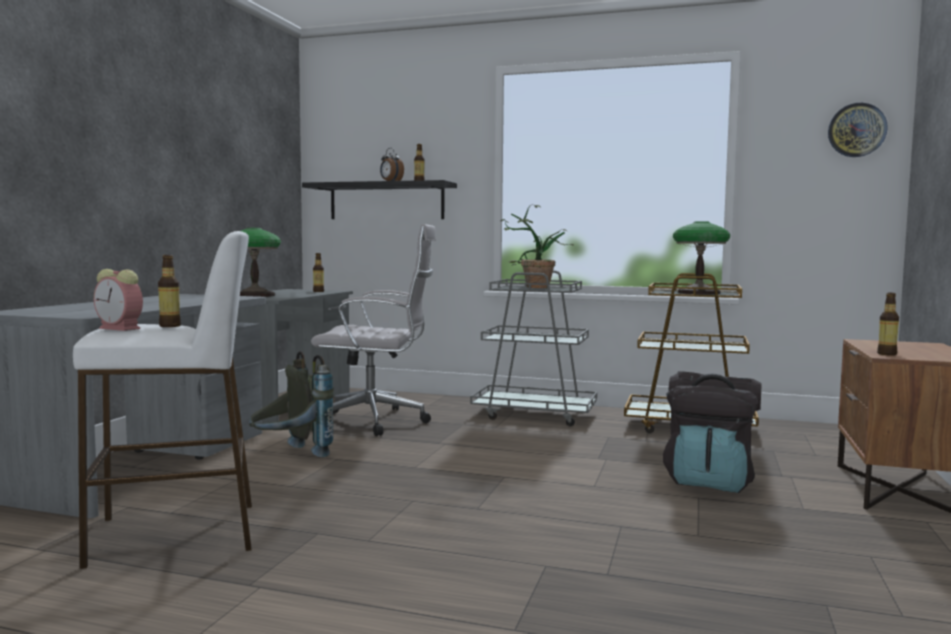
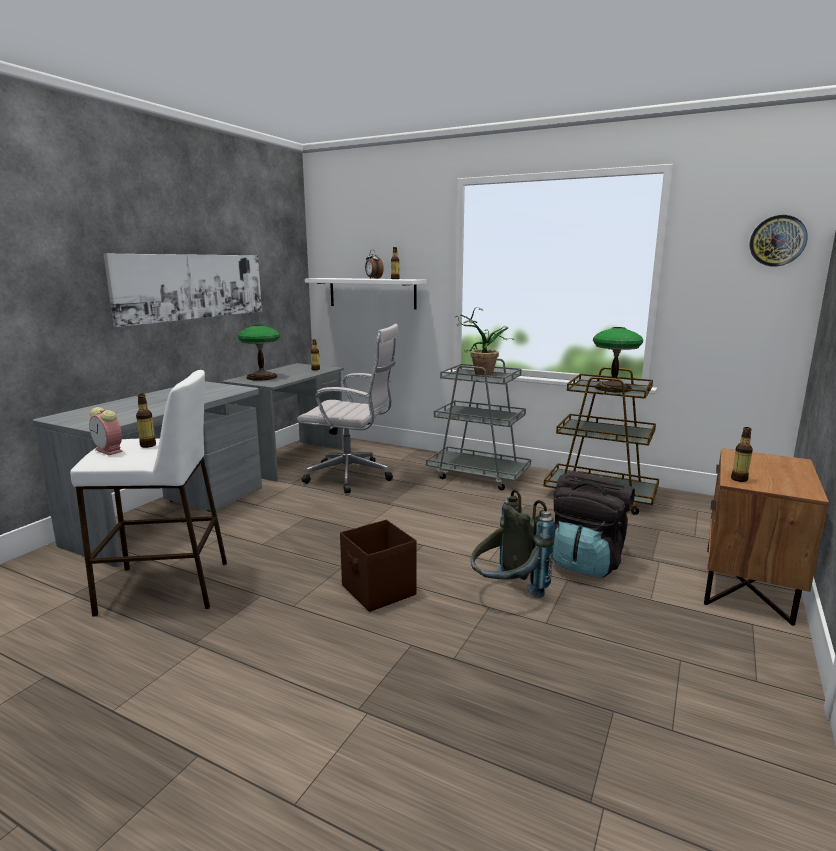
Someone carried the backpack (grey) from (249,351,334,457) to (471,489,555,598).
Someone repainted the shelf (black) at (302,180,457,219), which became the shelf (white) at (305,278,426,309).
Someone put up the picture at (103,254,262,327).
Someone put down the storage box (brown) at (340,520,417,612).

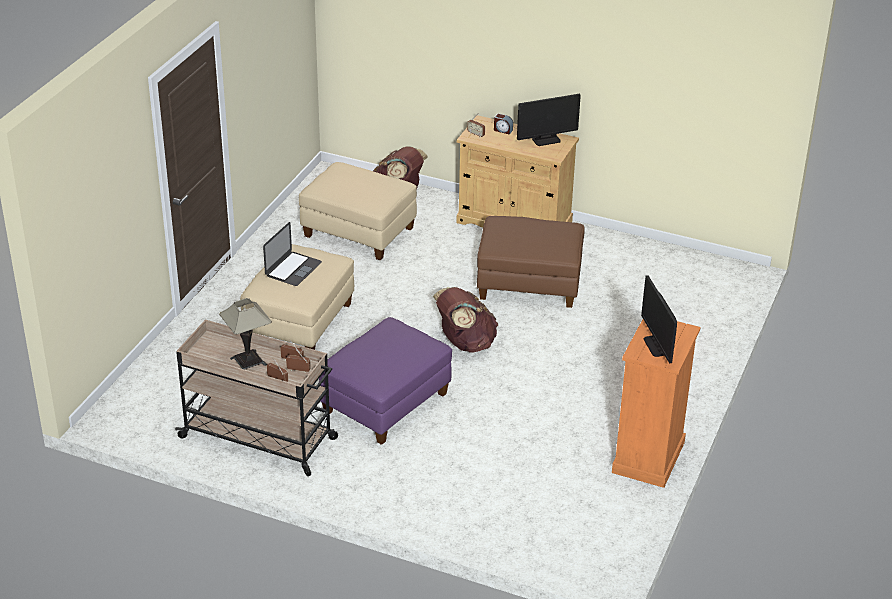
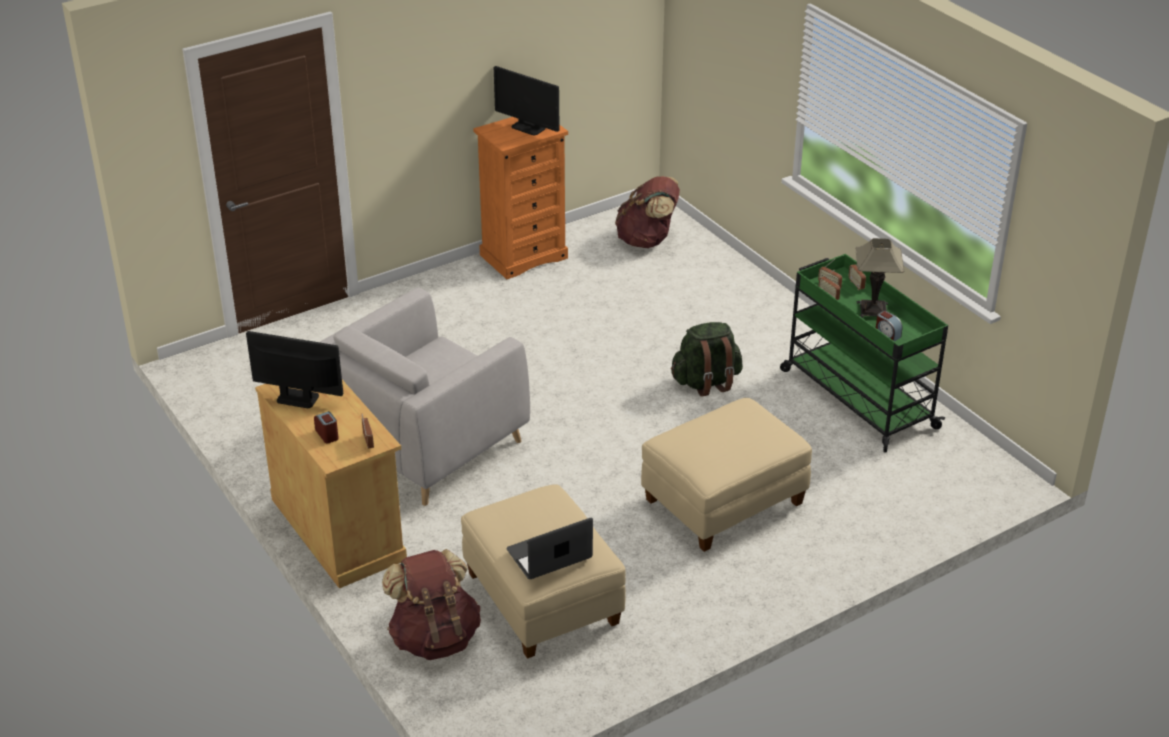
Someone repainted the cart (beige) at (175,320,338,476), which became the cart (green) at (780,254,948,453).
Someone carried the laptop from (263,222,322,286) to (506,518,593,579).
Someone swapped the ottoman (purple) at (319,317,452,445) for the backpack (green) at (671,322,743,397).
Someone carried the backpack (brown) from (433,287,498,353) to (615,176,680,248).
Someone swapped the ottoman (brown) at (477,216,585,308) for the armchair (grey) at (320,287,530,506).
Someone rotated the monitor at (641,275,677,363) by 105 degrees clockwise.
Someone put down the alarm clock at (876,311,903,341).

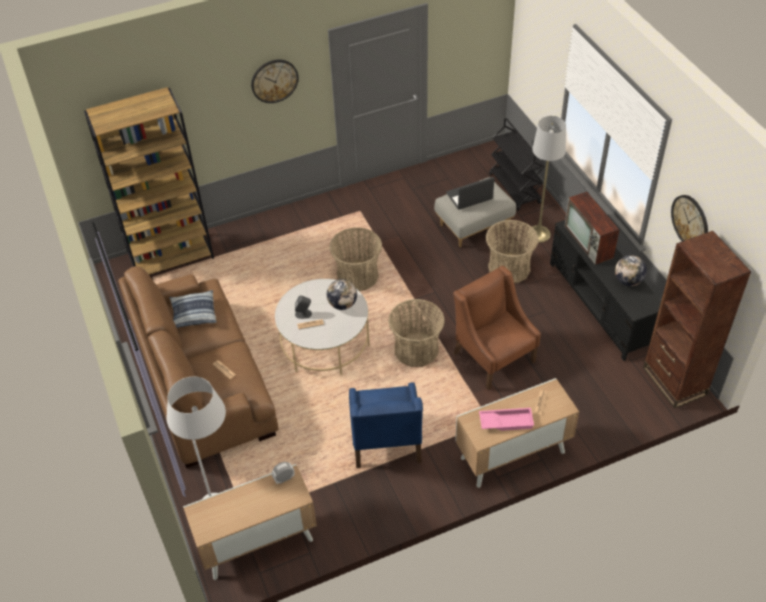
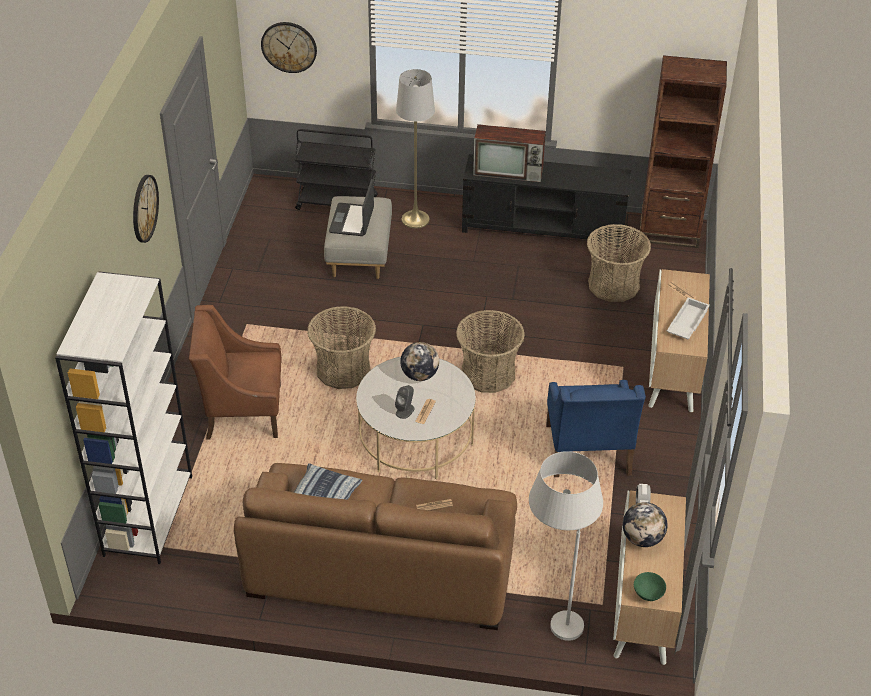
Someone repainted the bookcase (brown) at (84,87,214,275), which became the bookcase (white) at (55,271,192,564).
Someone rotated the armchair (blue) at (349,383,423,468) by 60 degrees clockwise.
Someone carried the armchair (brown) from (453,266,541,390) to (189,305,282,440).
Someone repainted the tray (pink) at (479,408,534,431), which became the tray (white) at (667,297,710,339).
Someone carried the basket from (486,220,539,284) to (587,224,651,302).
Someone carried the globe from (615,255,647,286) to (623,502,668,547).
Someone carried the wall clock from (671,195,708,241) to (261,22,317,73).
Someone put down the bowl (green) at (634,572,666,601).

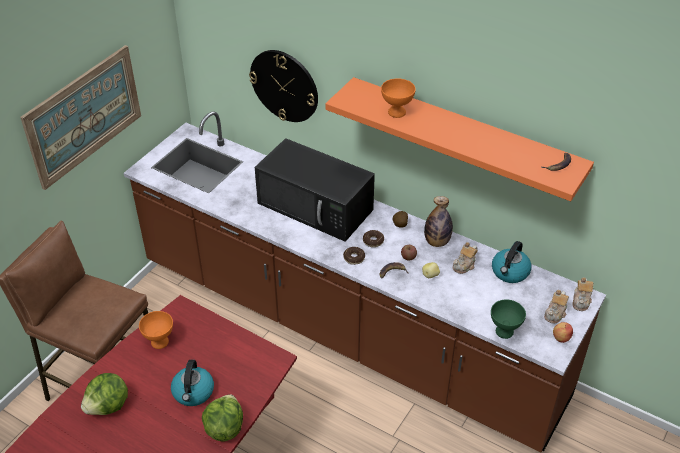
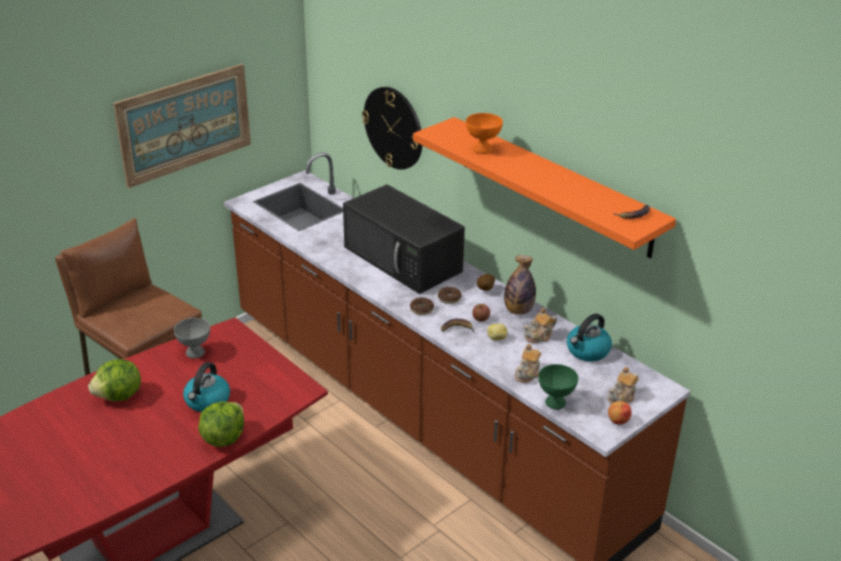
Someone repainted the bowl (orange) at (139,311,173,349), which became the bowl (grey) at (174,318,210,359).
Someone carried the teapot from (572,277,593,311) to (515,344,541,383).

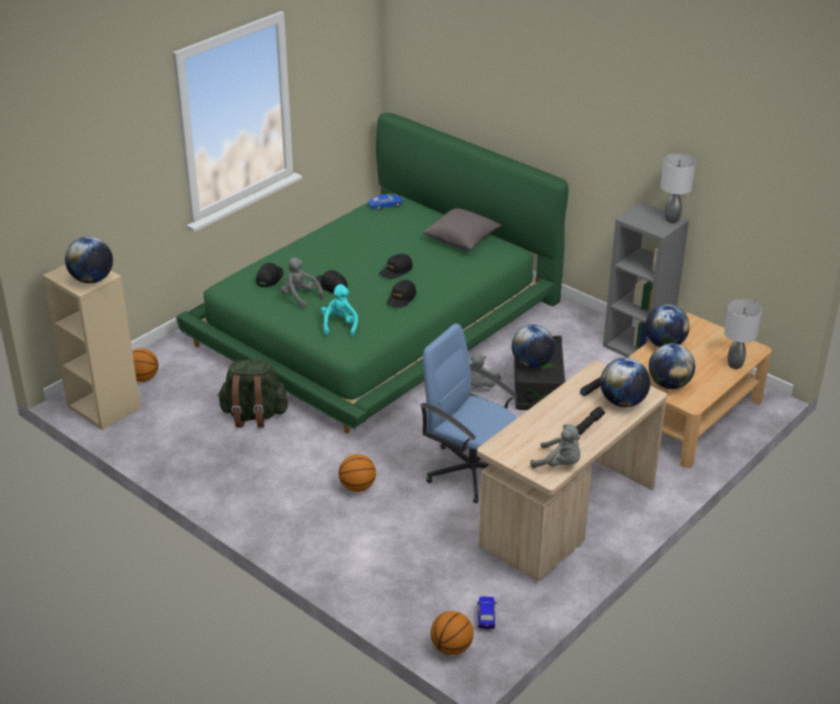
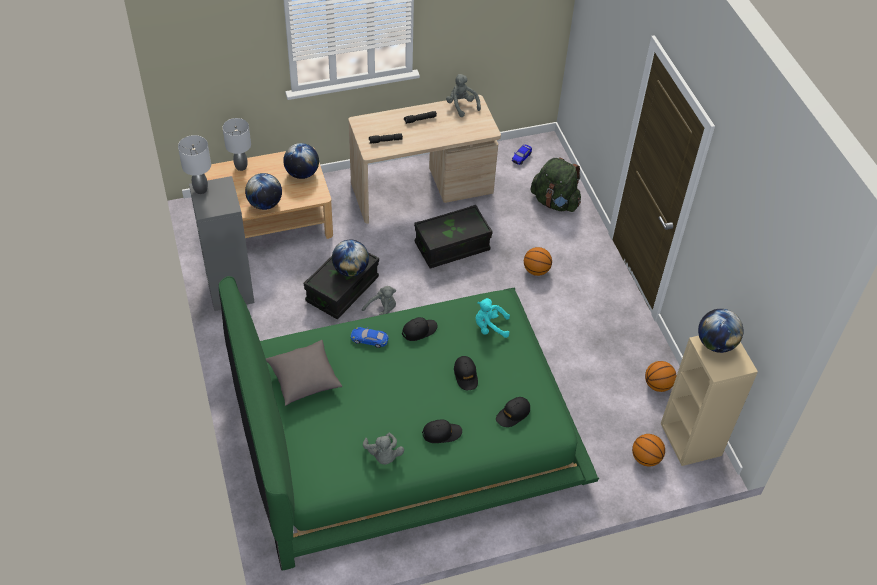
Someone carried the backpack (green) from (217,360,288,428) to (531,158,581,212).
Someone carried the plush toy (grey) from (281,257,324,308) to (363,433,404,465).
Someone rotated the plush toy (turquoise) at (321,284,358,337) by 60 degrees clockwise.
Someone carried the toy car (blue) from (368,194,403,210) to (351,327,389,348).
Someone carried the cap (black) from (379,254,413,279) to (422,420,462,443).
Someone swapped the office chair (blue) at (420,324,518,504) for the storage box (black) at (414,205,493,268).
Someone carried the basketball from (431,611,474,655) to (645,361,677,392).
Someone took away the globe at (600,357,650,407).

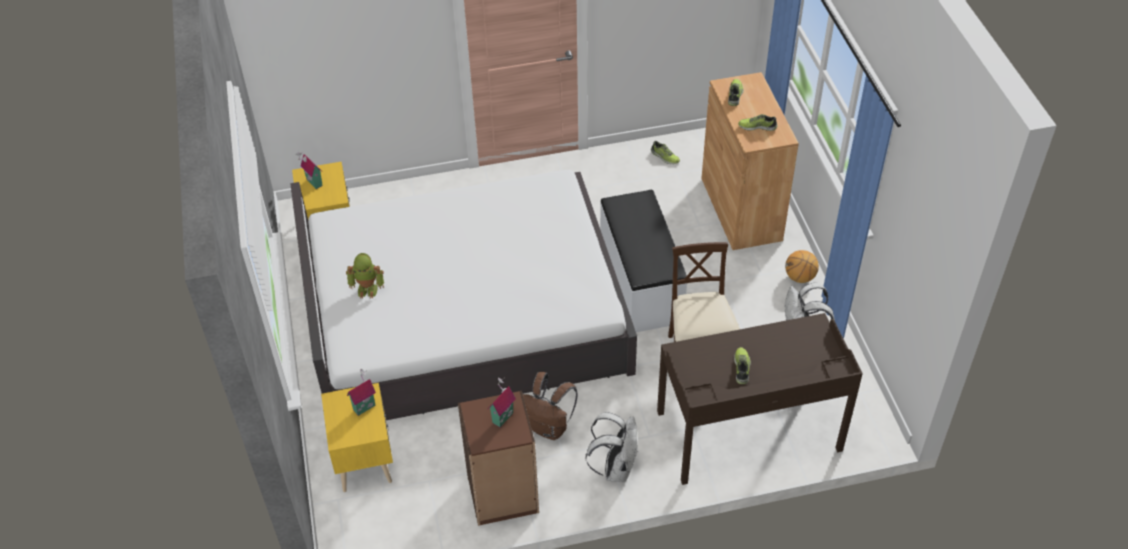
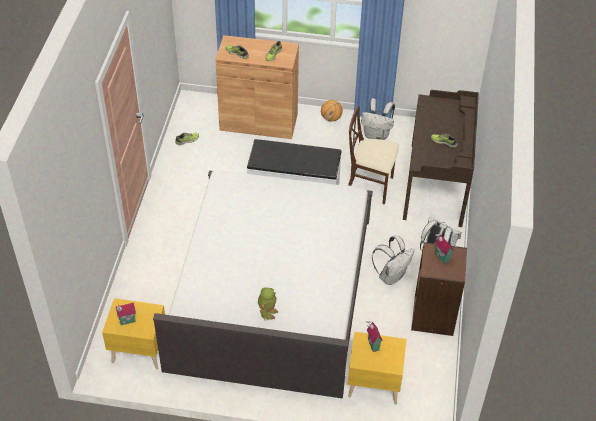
Someone repainted the backpack (brown) at (523,372,578,440), which became the backpack (white) at (372,235,415,285).

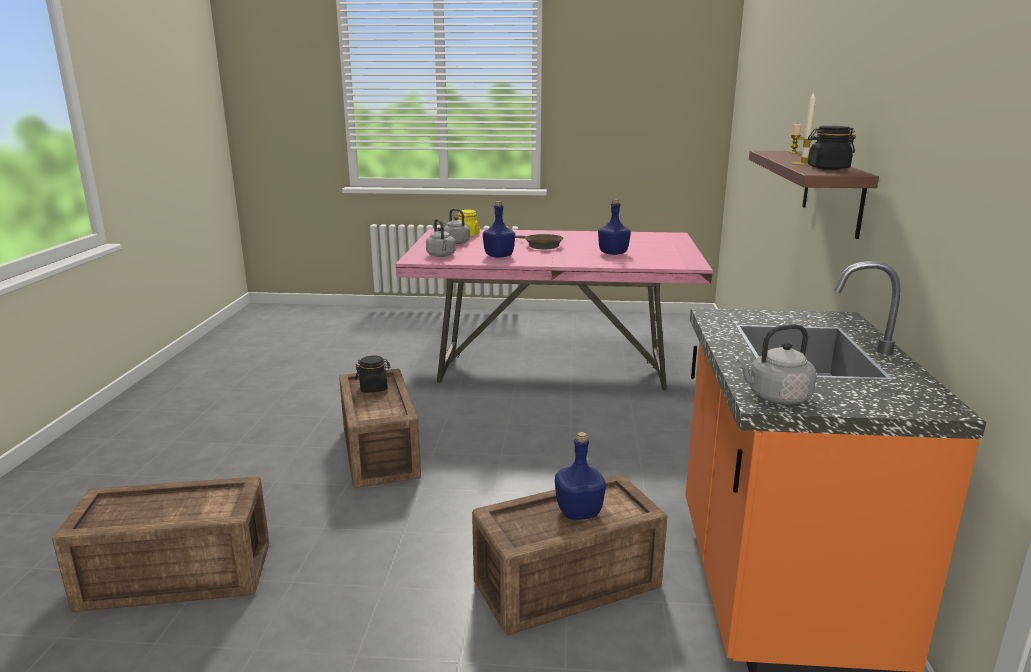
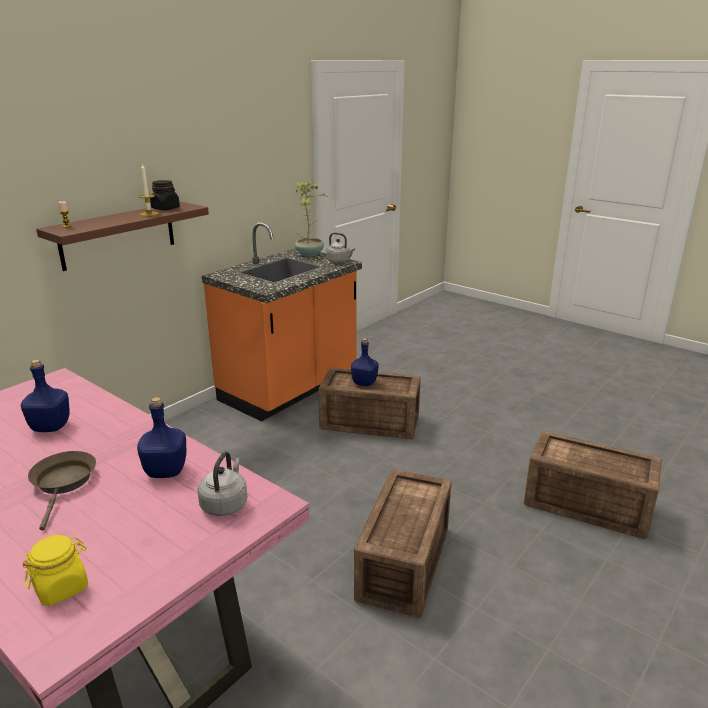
Someone took away the jar (black) at (355,355,390,392).
Someone took away the kettle (grey) at (443,209,470,244).
Someone put down the potted plant at (295,181,326,257).

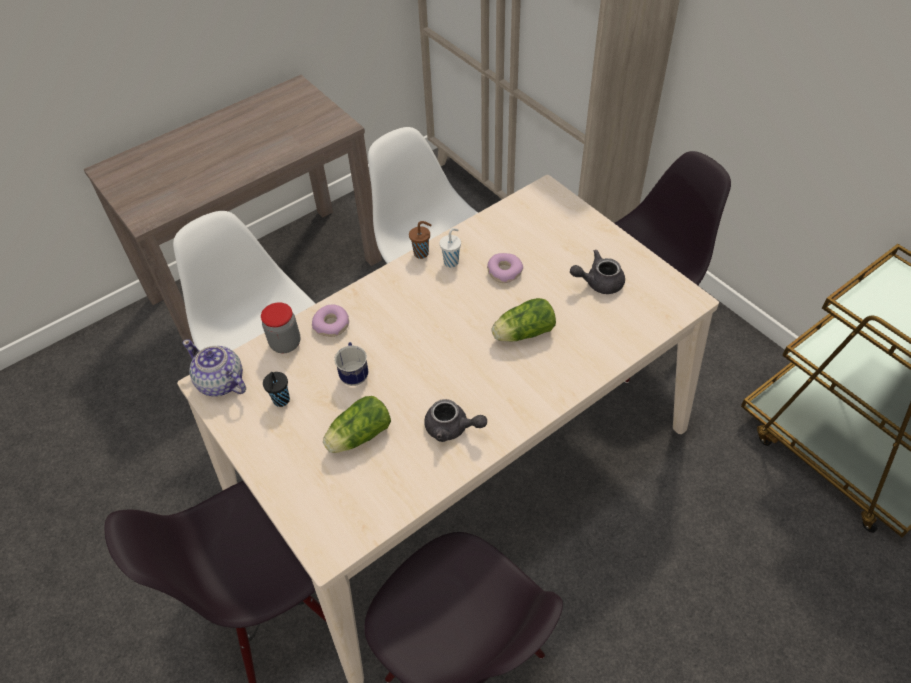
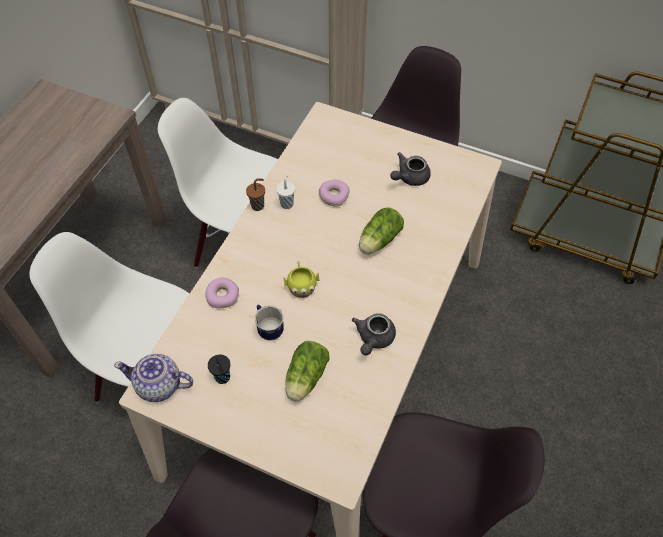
Someone took away the jar at (261,302,300,353).
Someone rotated the teapot (grey) at (424,399,487,442) by 120 degrees clockwise.
Someone put down the mug (yellow) at (283,261,319,298).

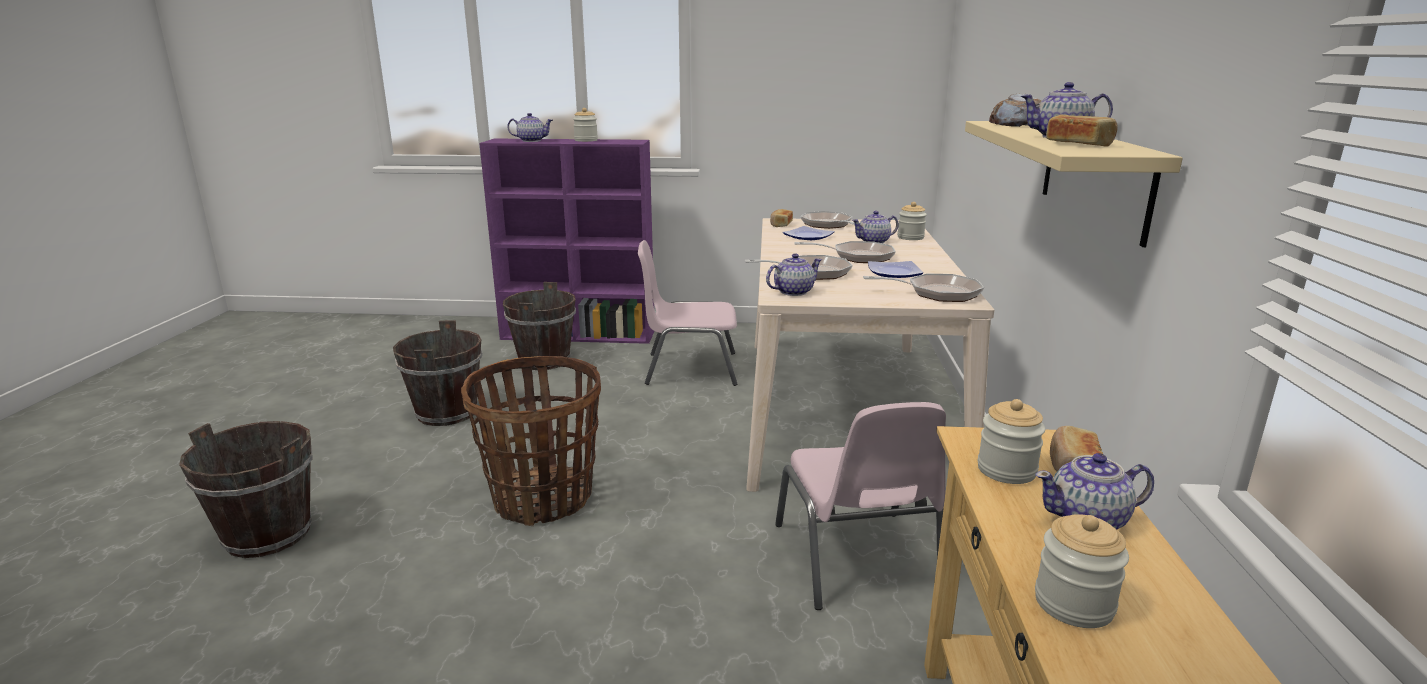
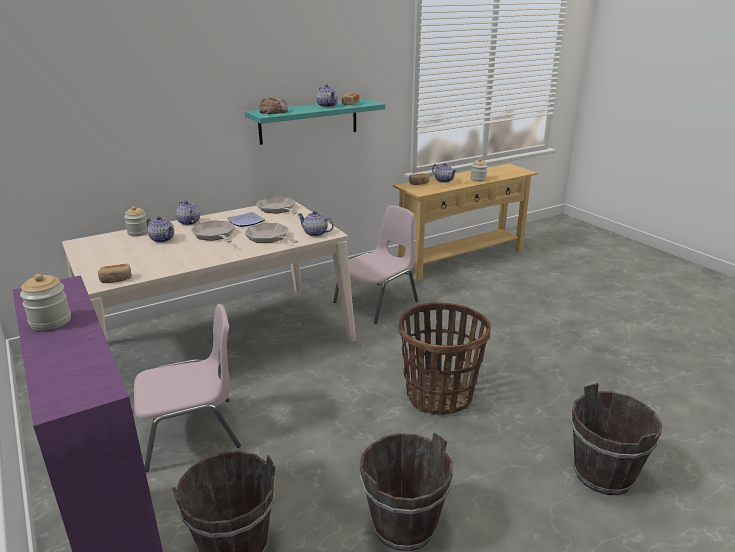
Someone carried the teapot from (507,113,553,142) to (175,201,200,225).
Someone rotated the chair (pink) at (638,240,737,386) by 75 degrees counterclockwise.
Someone took away the plate at (782,226,835,240).
Someone took away the frying pan at (801,211,855,229).
Someone repainted the shelf (beige) at (965,121,1183,247), which became the shelf (turquoise) at (245,99,385,145).
Someone took away the jar at (978,399,1045,484).

